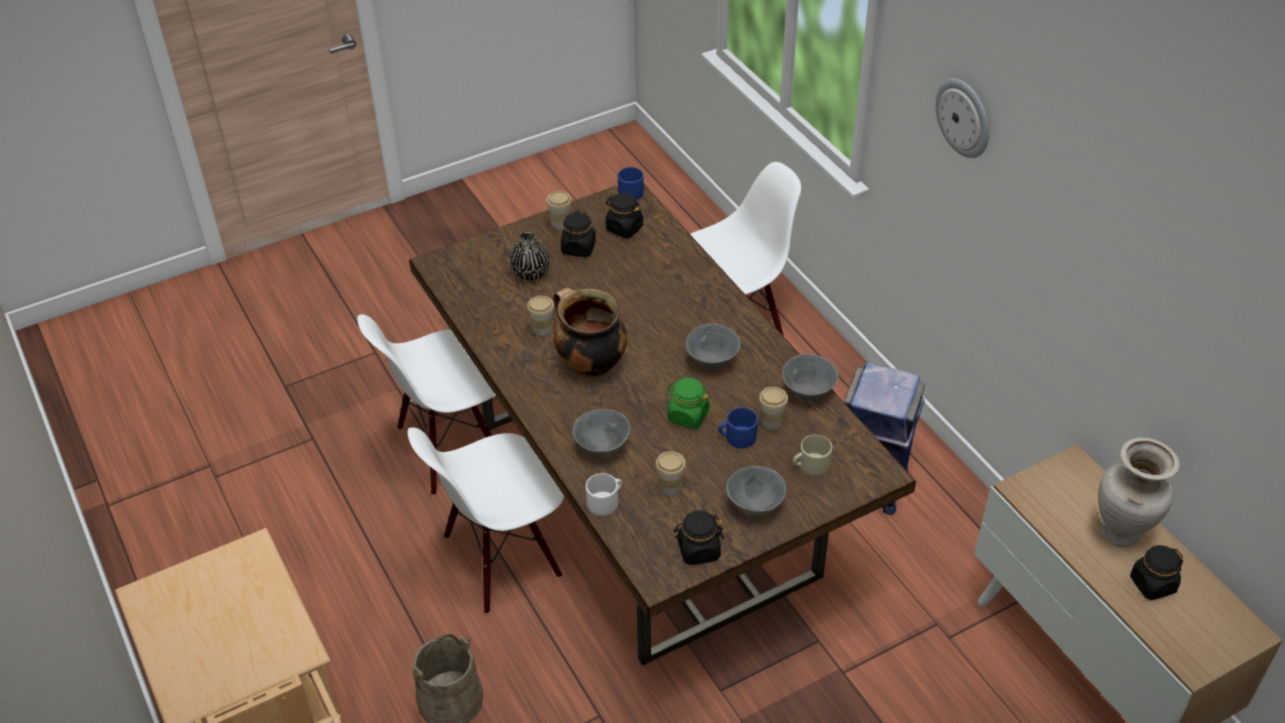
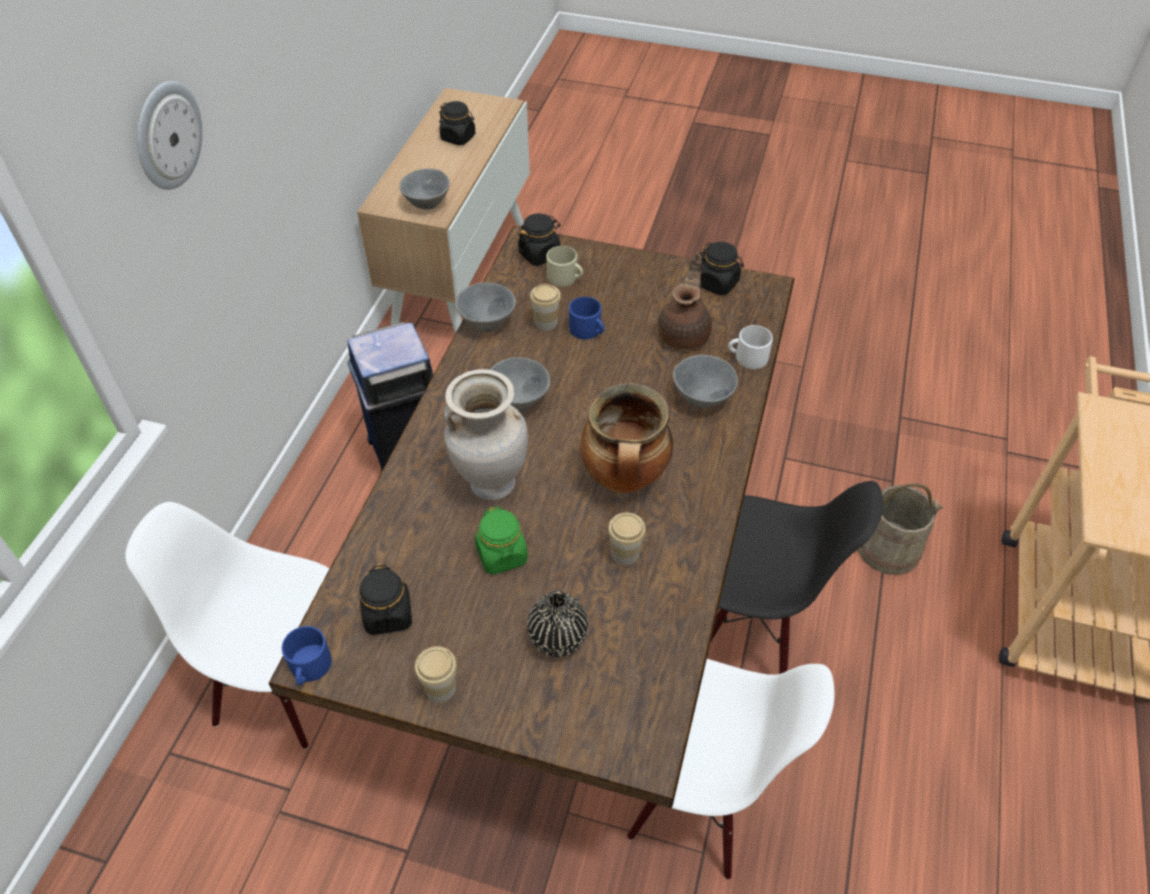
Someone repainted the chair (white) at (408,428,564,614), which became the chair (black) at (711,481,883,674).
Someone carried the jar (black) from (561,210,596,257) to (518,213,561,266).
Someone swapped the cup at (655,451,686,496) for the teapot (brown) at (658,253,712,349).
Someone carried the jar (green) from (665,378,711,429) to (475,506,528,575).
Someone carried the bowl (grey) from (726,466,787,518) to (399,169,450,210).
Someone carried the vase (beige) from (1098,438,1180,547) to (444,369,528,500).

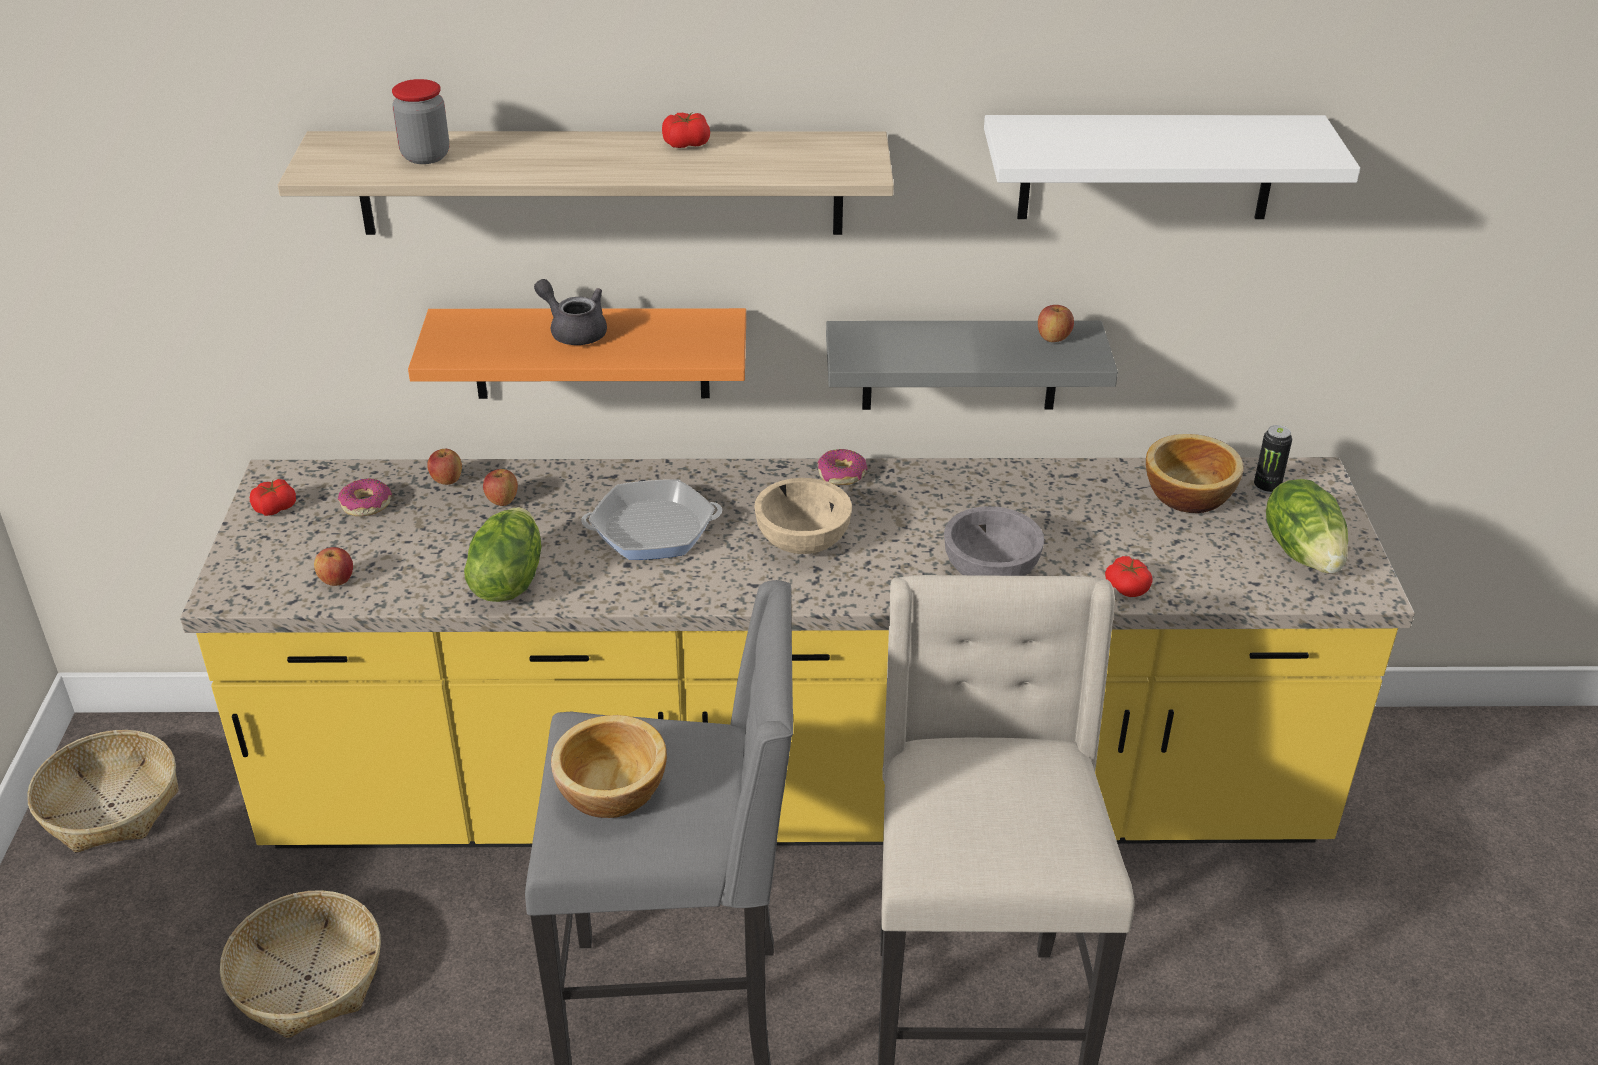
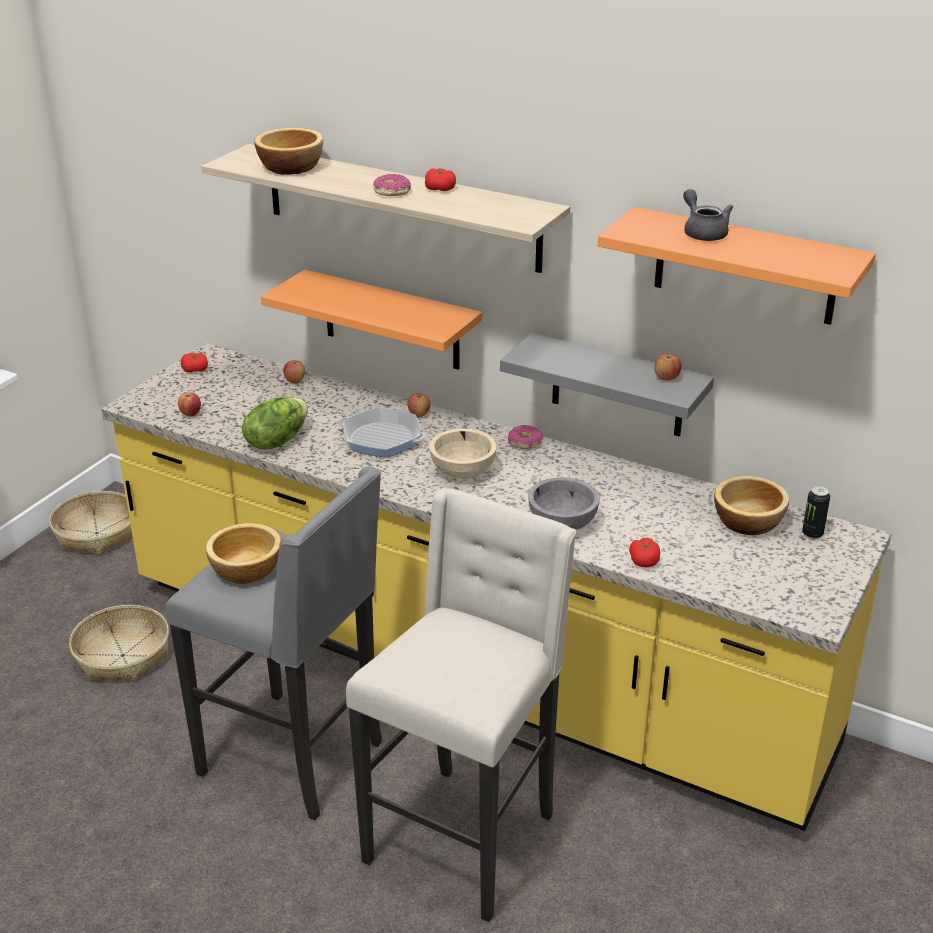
Someone carried the donut from (338,478,392,516) to (373,174,411,196).
Someone swapped the jar at (392,79,449,164) for the bowl at (254,128,323,175).
Someone carried the apple from (483,469,518,506) to (408,393,430,417).
Someone carried the teapot (grey) from (534,279,607,345) to (683,189,733,241).
Someone repainted the shelf (white) at (984,115,1360,219), which became the shelf (orange) at (597,207,876,325).
Someone took away the lettuce at (1266,479,1348,573).

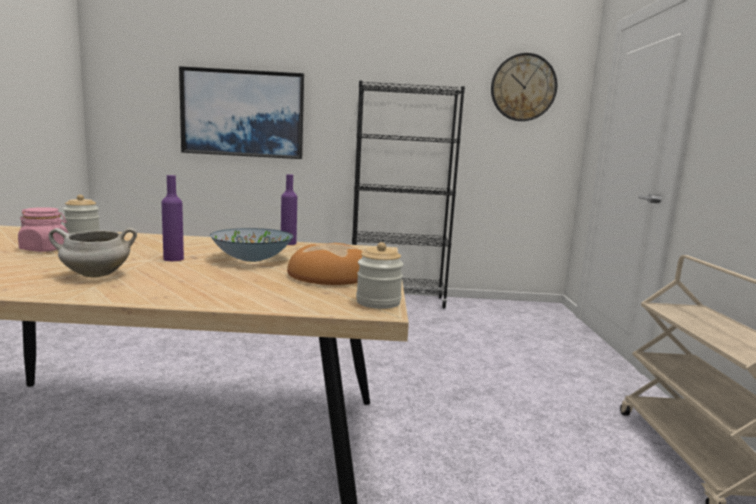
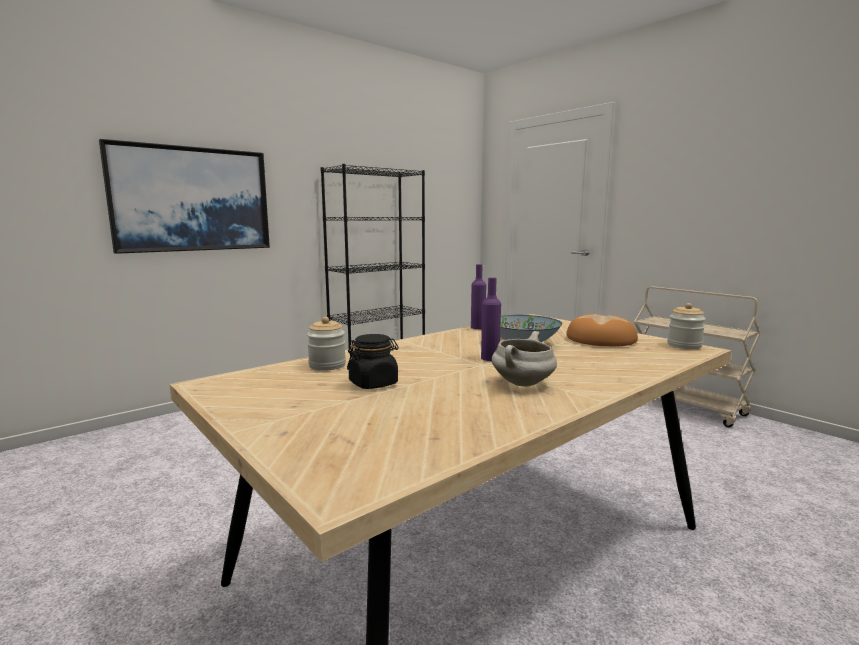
Someone repainted the jar (pink) at (18,207,68,252), which became the jar (black) at (347,334,399,389).
Someone took away the wall clock at (491,53,557,121).

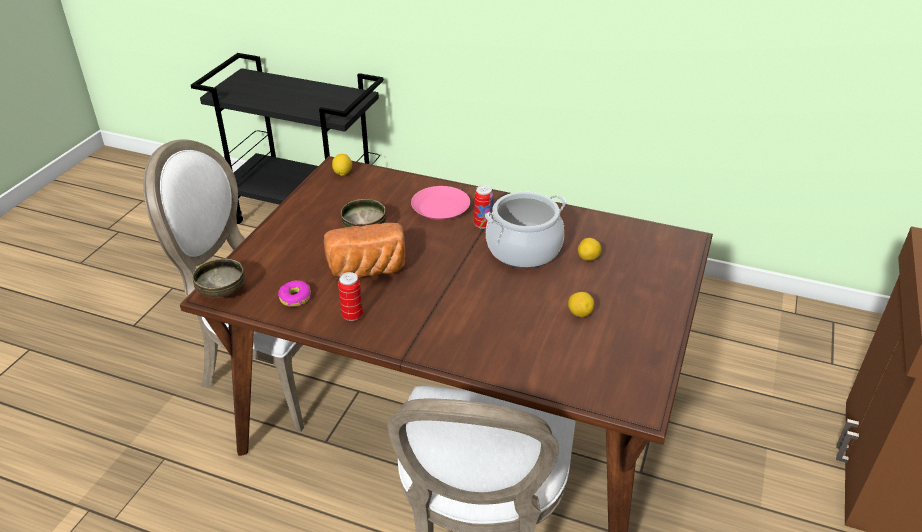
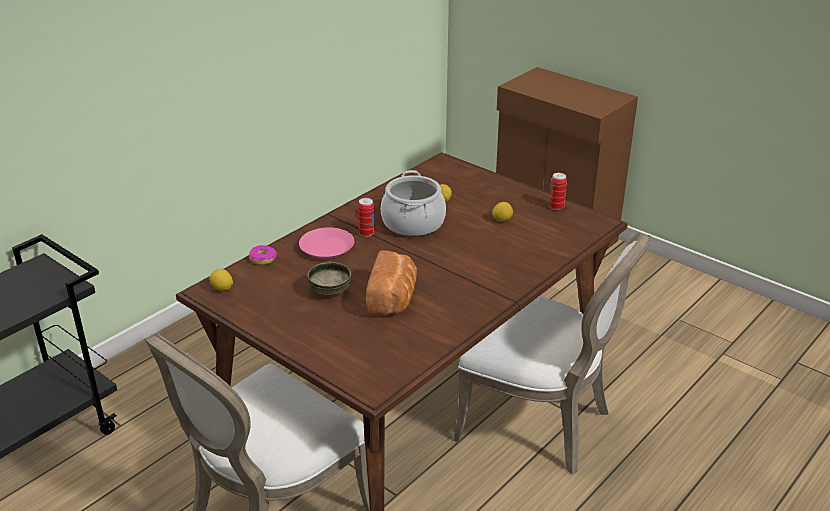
Someone took away the bowl at (192,259,245,298).
Someone carried the donut from (278,280,311,307) to (249,245,277,265).
Someone carried the can from (338,272,363,321) to (549,173,567,210).

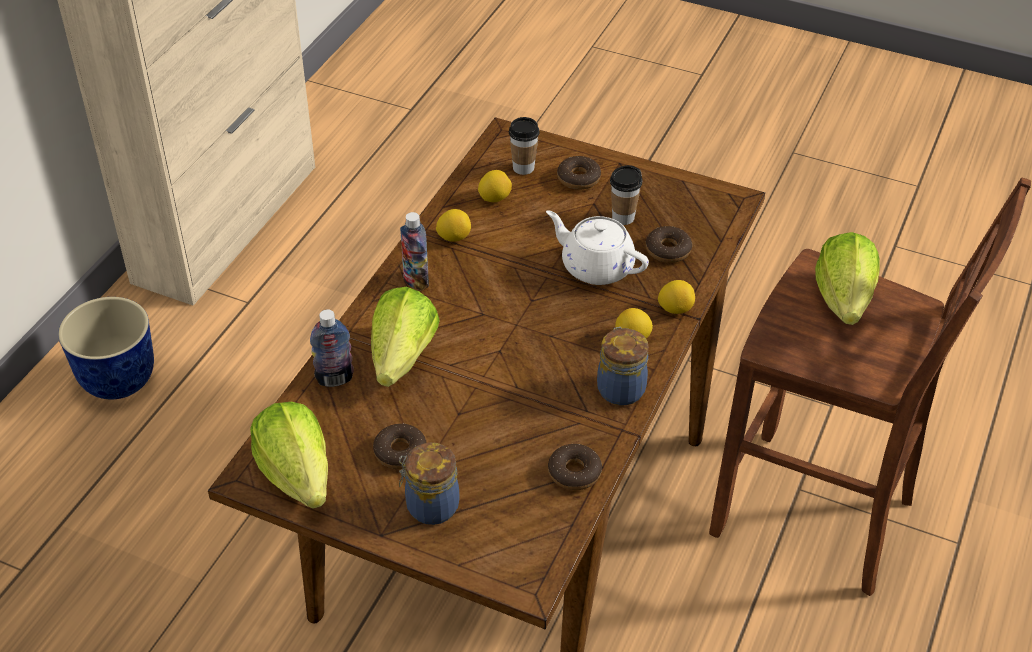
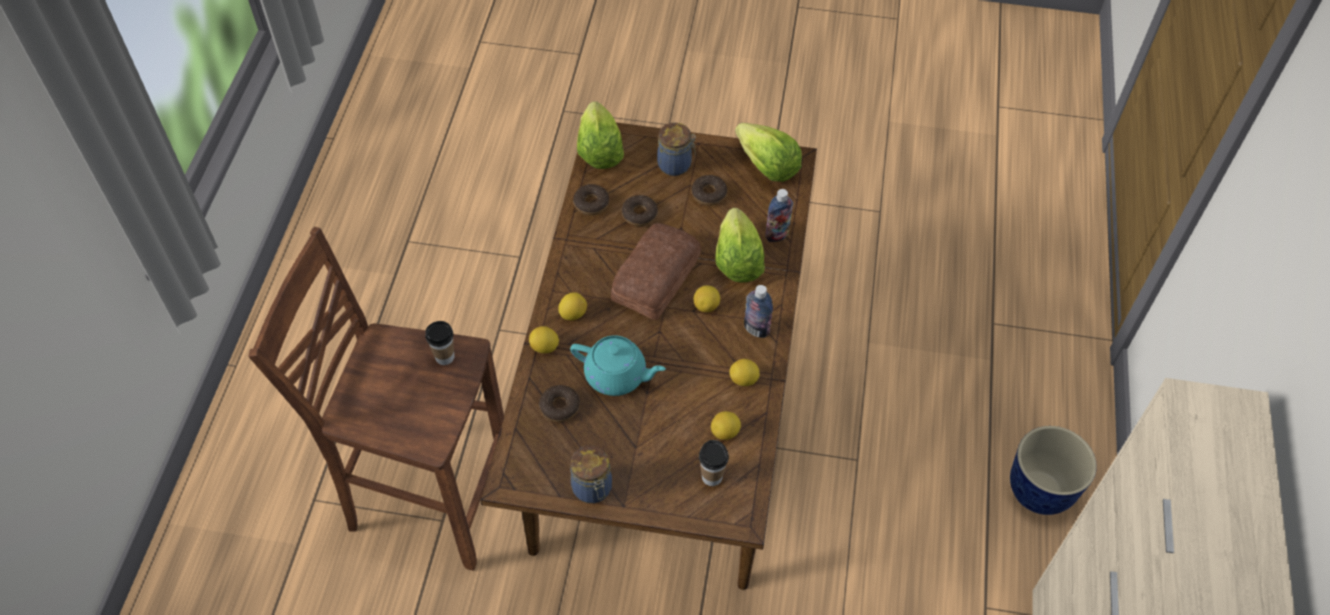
Someone repainted the teapot (white) at (546,210,649,285), which became the teapot (turquoise) at (570,335,666,396).
Someone carried the donut from (557,156,601,190) to (622,195,658,226).
Someone carried the jar from (597,327,649,405) to (570,445,612,503).
Someone carried the cup from (610,165,642,225) to (425,321,454,365).
Someone carried the lettuce from (815,232,880,325) to (577,101,624,169).
Someone put down the bread at (611,223,701,320).
Someone put down the lemon at (694,285,720,312).

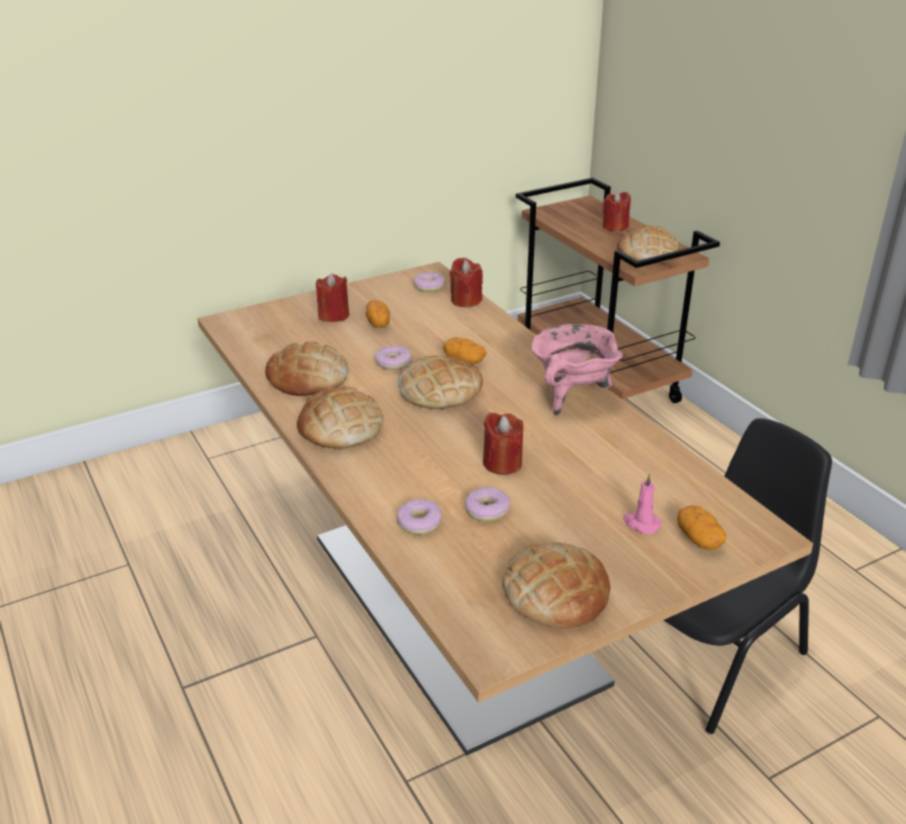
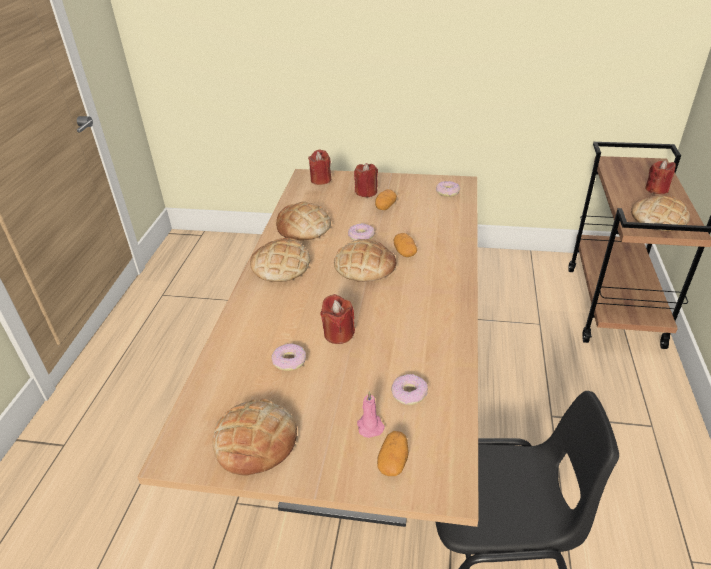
Someone carried the donut from (397,499,442,535) to (391,374,428,405).
Someone carried the candle (red) from (450,258,483,307) to (308,150,331,185).
Someone took away the cooking pot (pink) at (531,324,623,415).

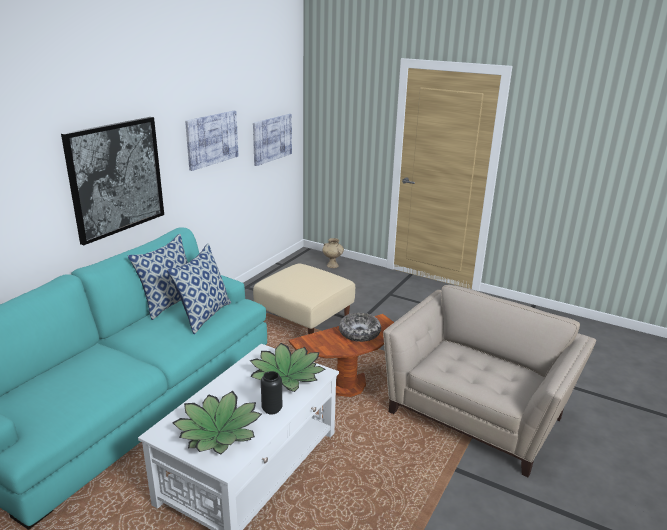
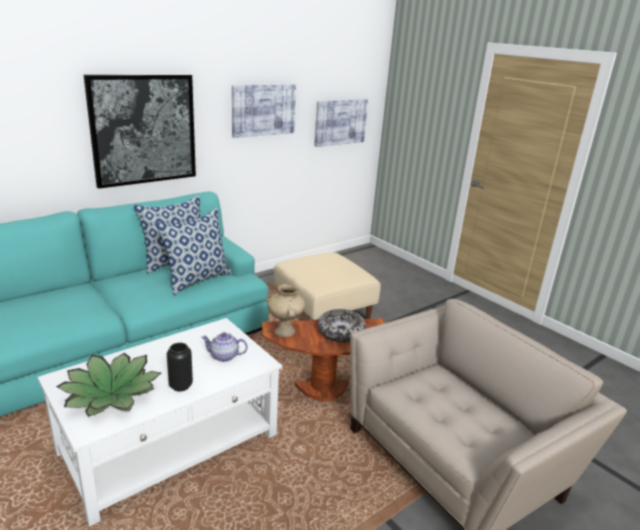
Someone swapped the potted plant at (249,343,325,392) for the teapot at (201,332,248,362).
Someone carried the vase (beige) from (322,238,344,268) to (268,284,305,337).

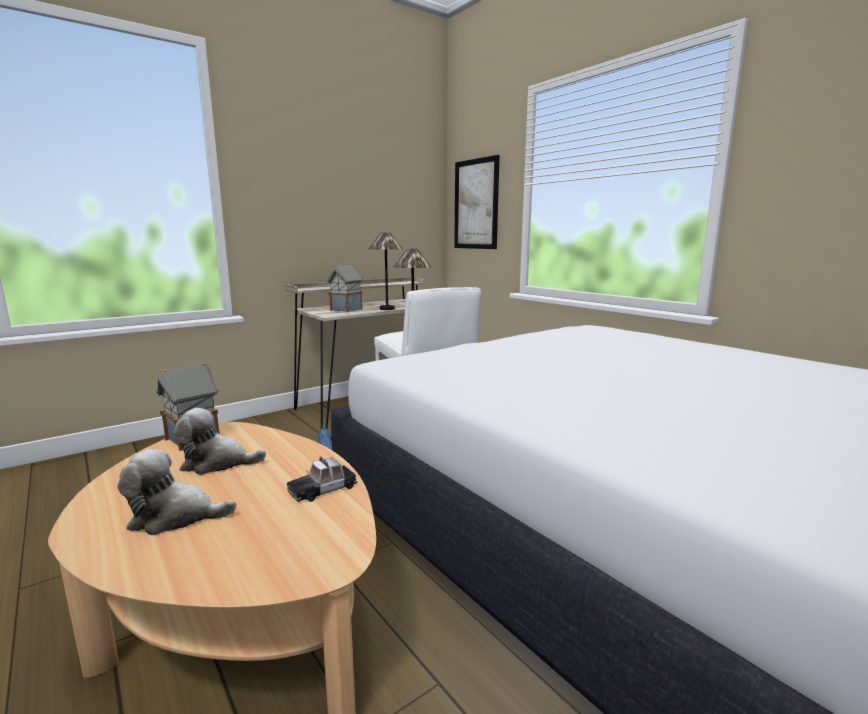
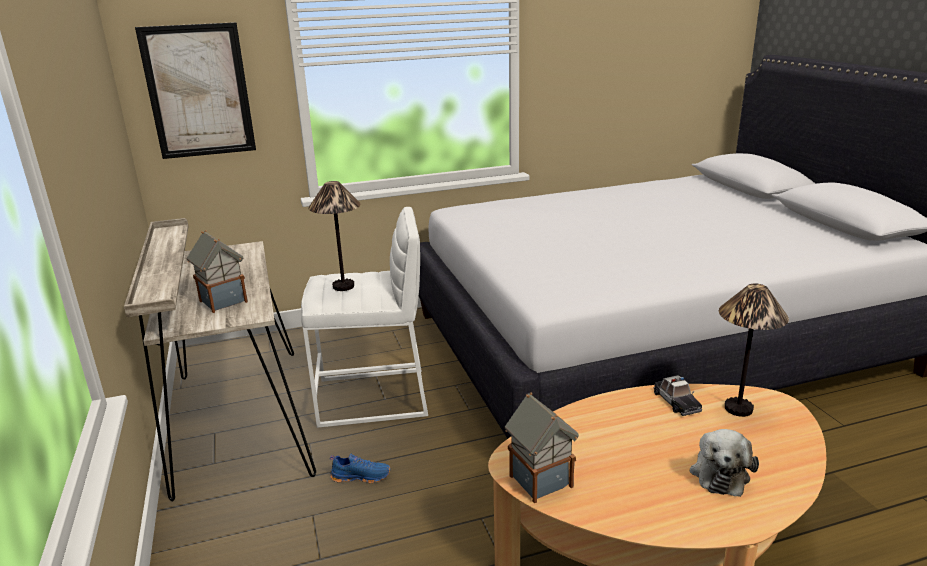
Someone took away the plush toy at (174,408,266,475).
Someone carried the table lamp from (369,233,403,310) to (719,283,789,417).

